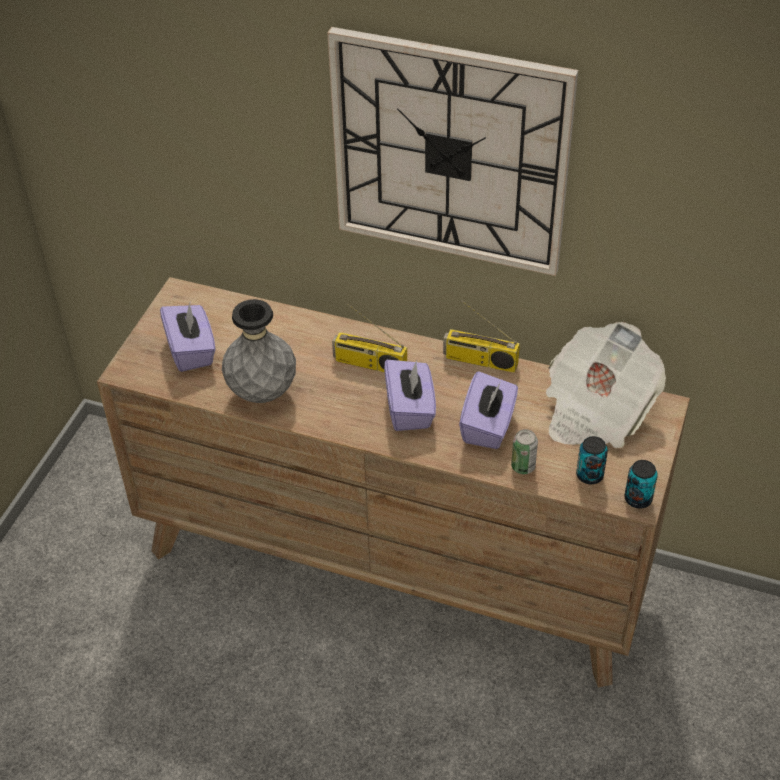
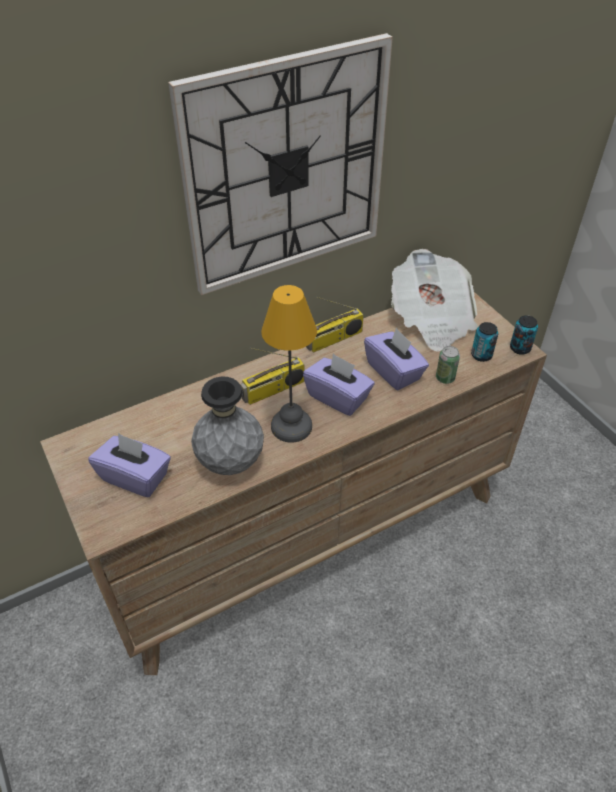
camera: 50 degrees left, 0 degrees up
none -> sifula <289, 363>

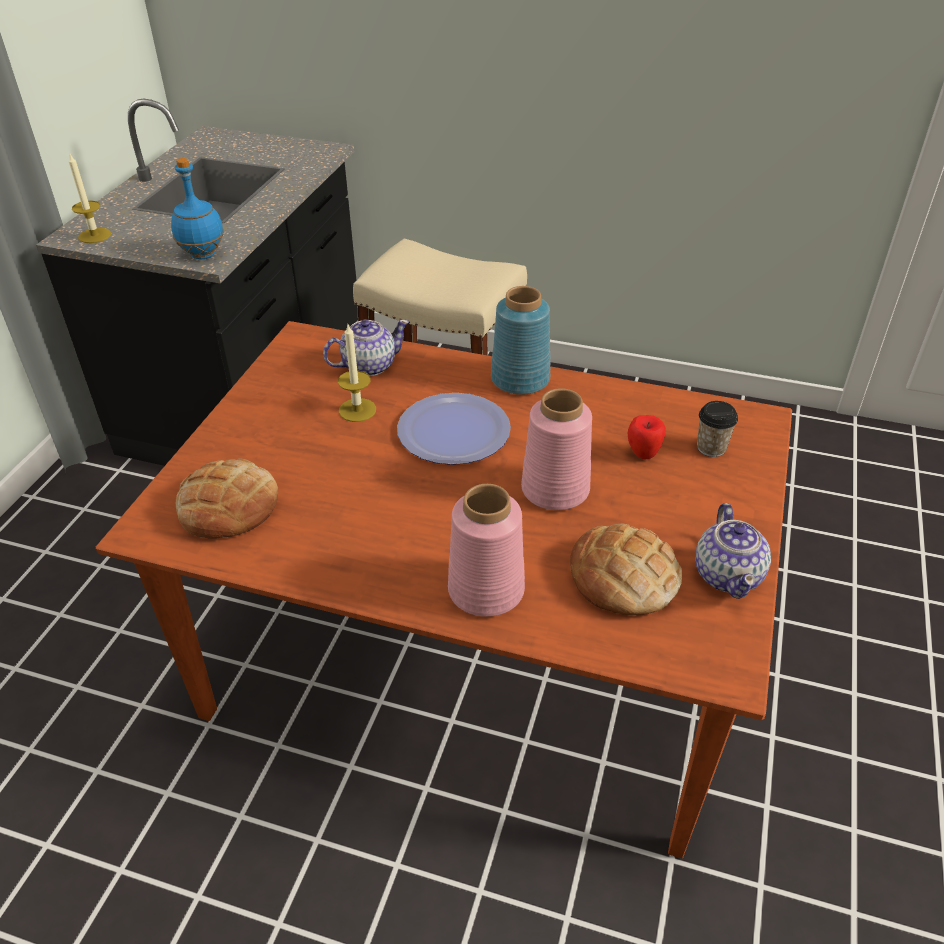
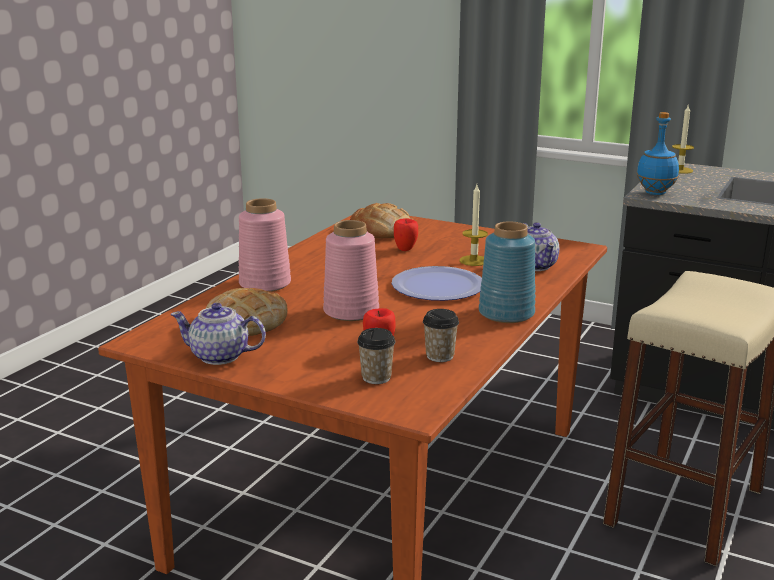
camera: 100 degrees right, 20 degrees down
none -> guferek <406, 234>
none -> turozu <441, 335>

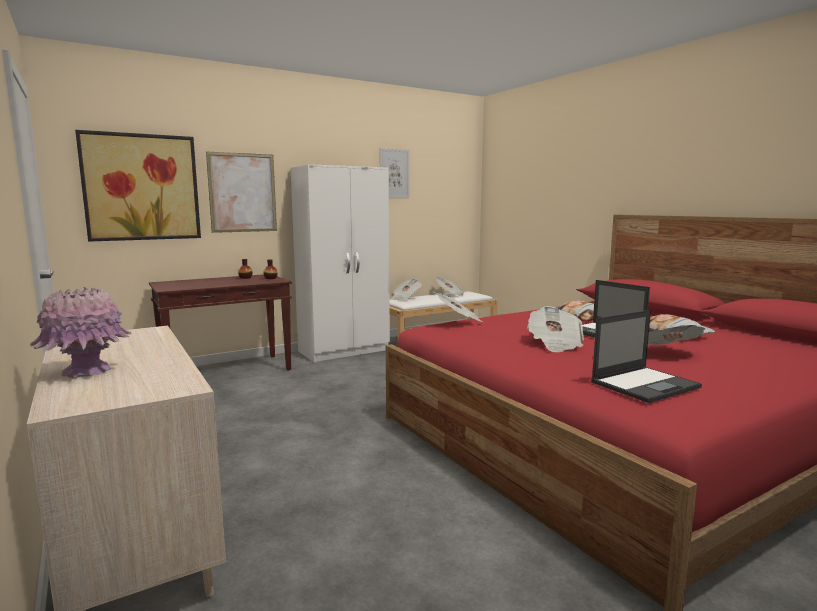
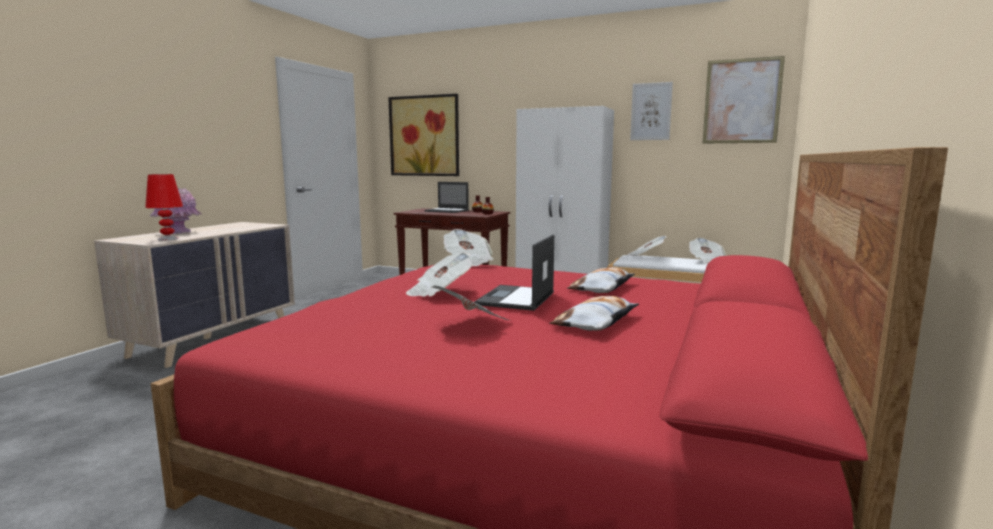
camera: 55 degrees right, 0 degrees up
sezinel <241, 192> -> sezinel <744, 99>, shifted
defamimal <646, 356> -> defamimal <447, 197>, shifted
none -> red sifula <164, 207>

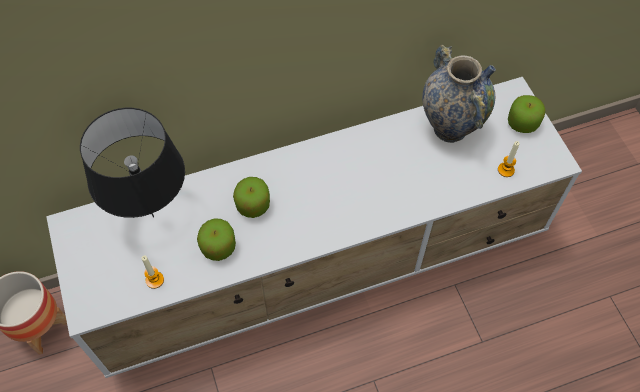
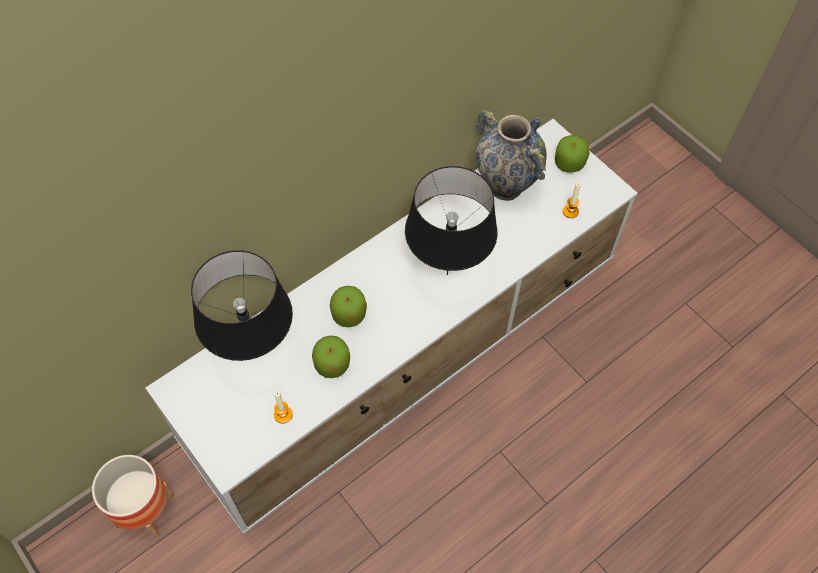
camera: 20 degrees left, 0 degrees up
none -> black sifula <451, 220>

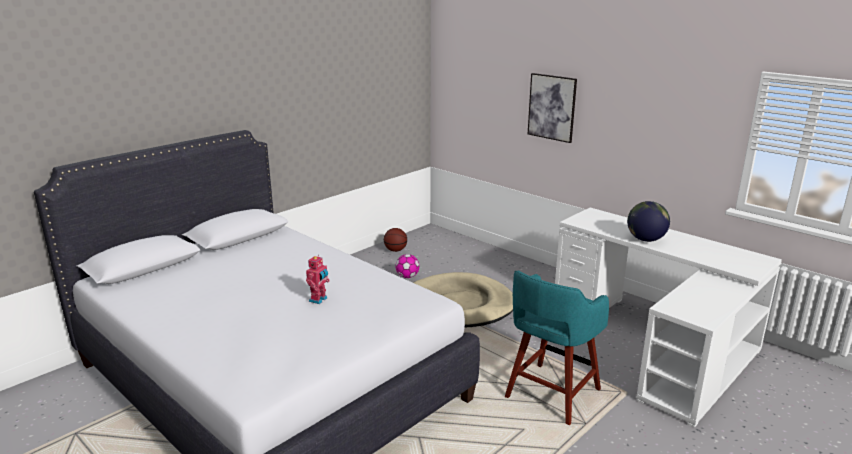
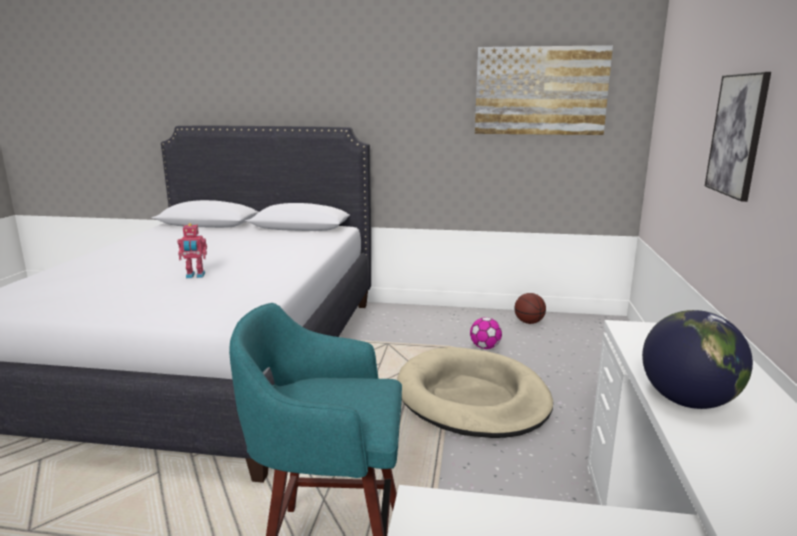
camera: 55 degrees right, 5 degrees down
none -> sezinel <544, 90>

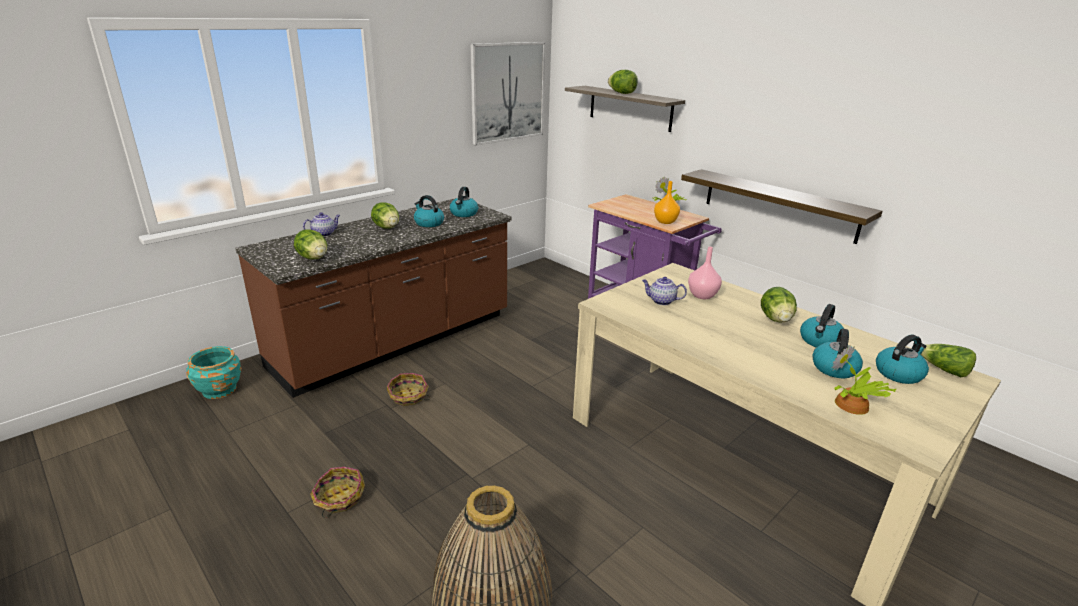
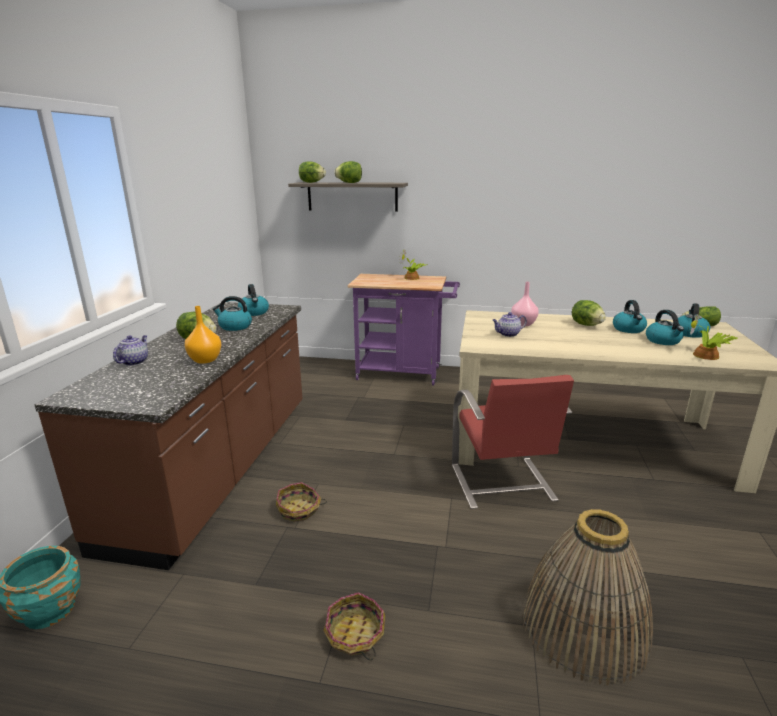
camera: 35 degrees left, 5 degrees down
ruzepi <310, 244> -> ruzepi <312, 172>, shifted
sezinel <507, 94> -> none
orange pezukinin <667, 202> -> orange pezukinin <203, 335>, shifted
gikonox <781, 206> -> none
none -> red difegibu <513, 442>

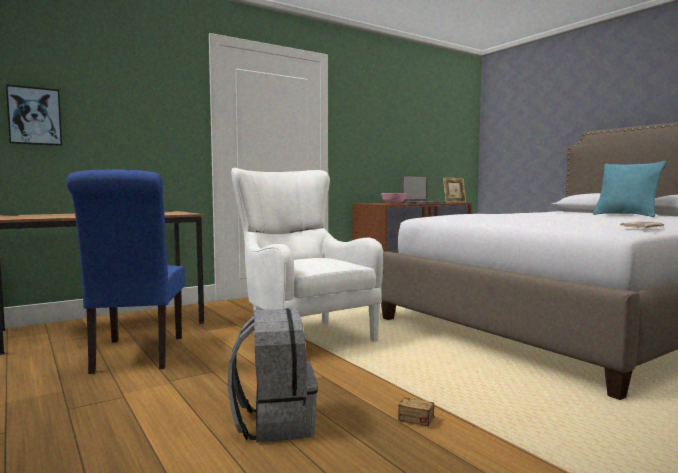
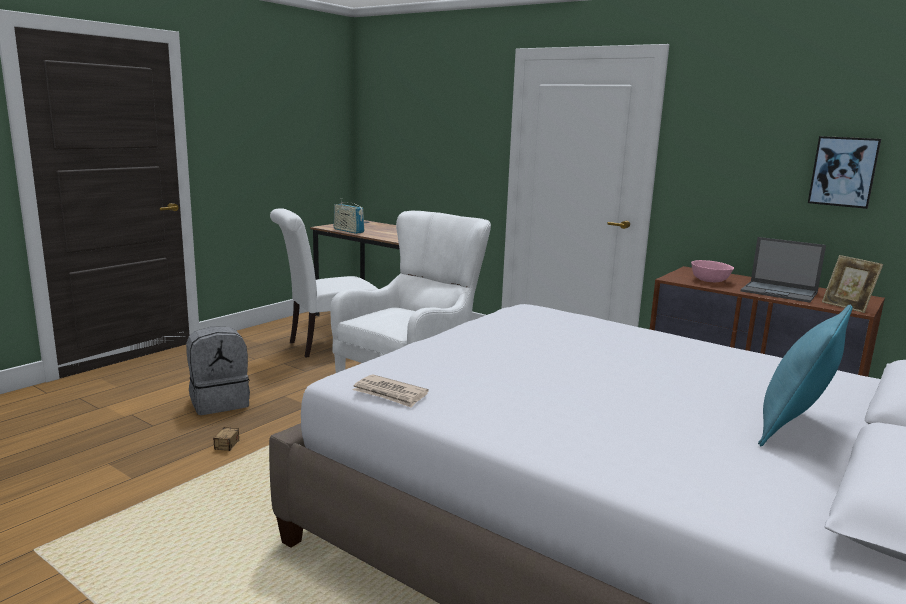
camera: 70 degrees right, 10 degrees up
sezinel <34, 115> -> sezinel <844, 172>, shifted
blue difegibu <126, 271> -> white difegibu <324, 283>
none -> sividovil <349, 216>

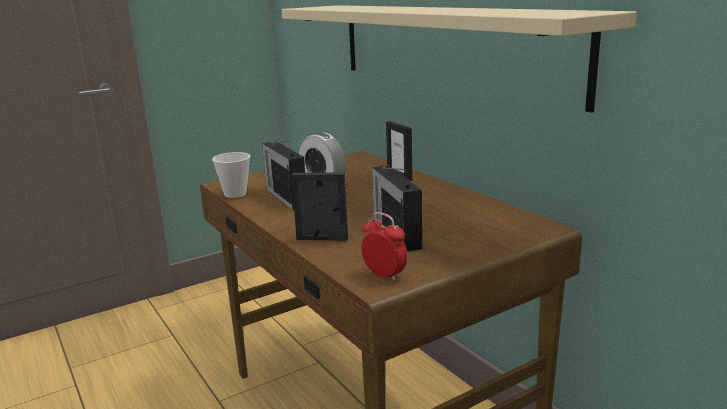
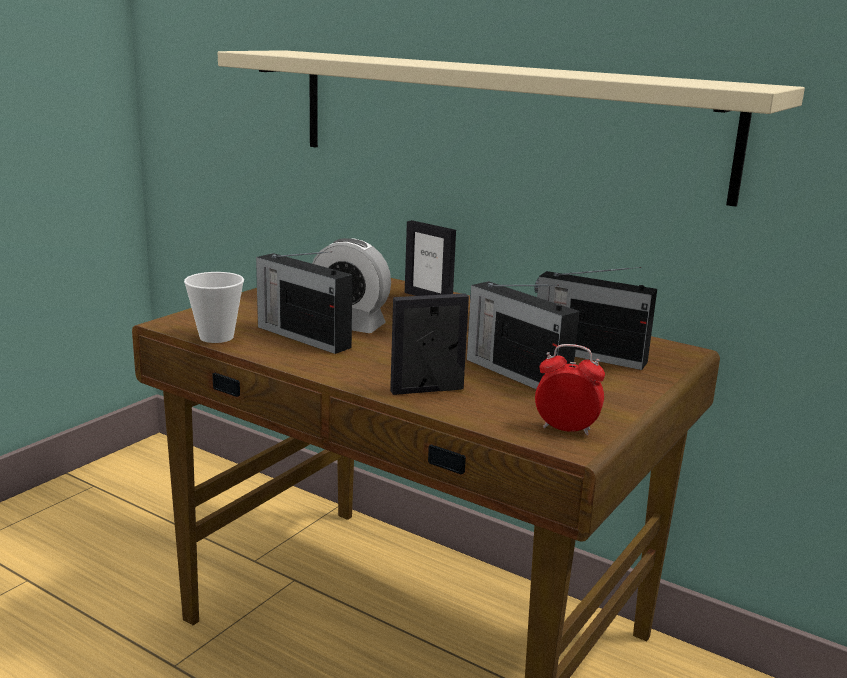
camera: 25 degrees left, 0 degrees up
none -> sividovil <595, 318>

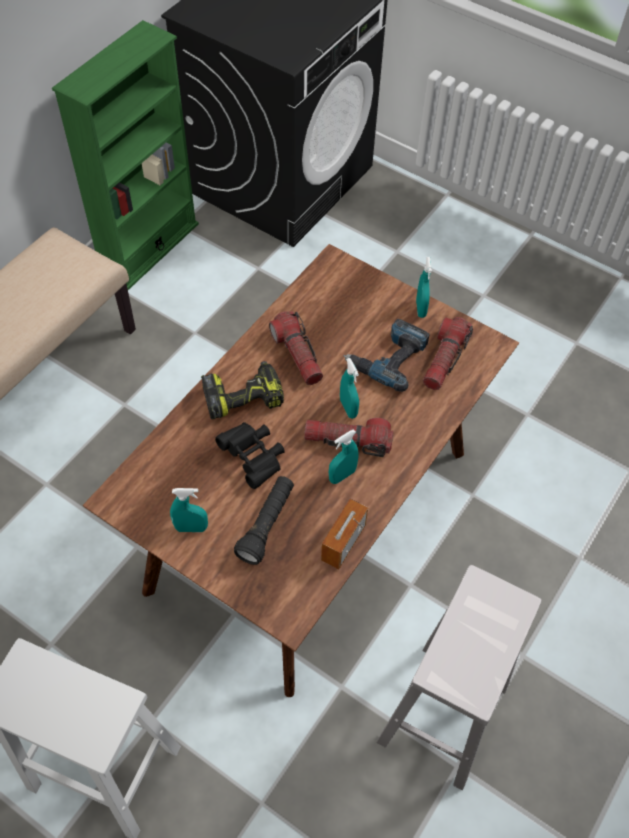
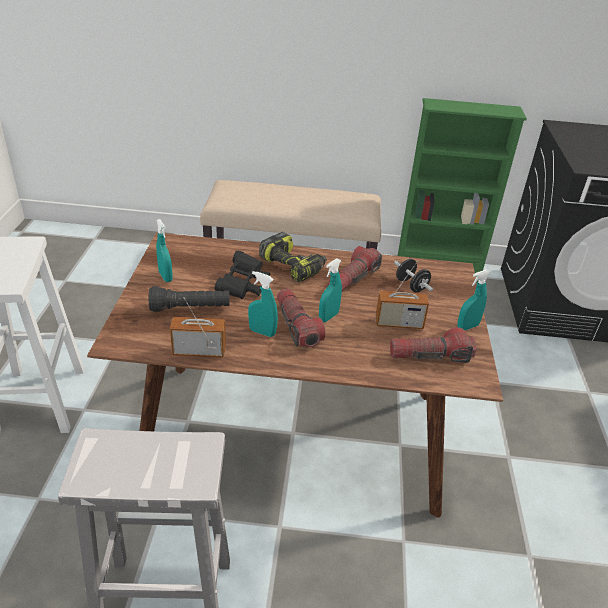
camera: 60 degrees right, 20 degrees down
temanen <387, 355> -> sividovil <402, 295>
none -> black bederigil <413, 275>

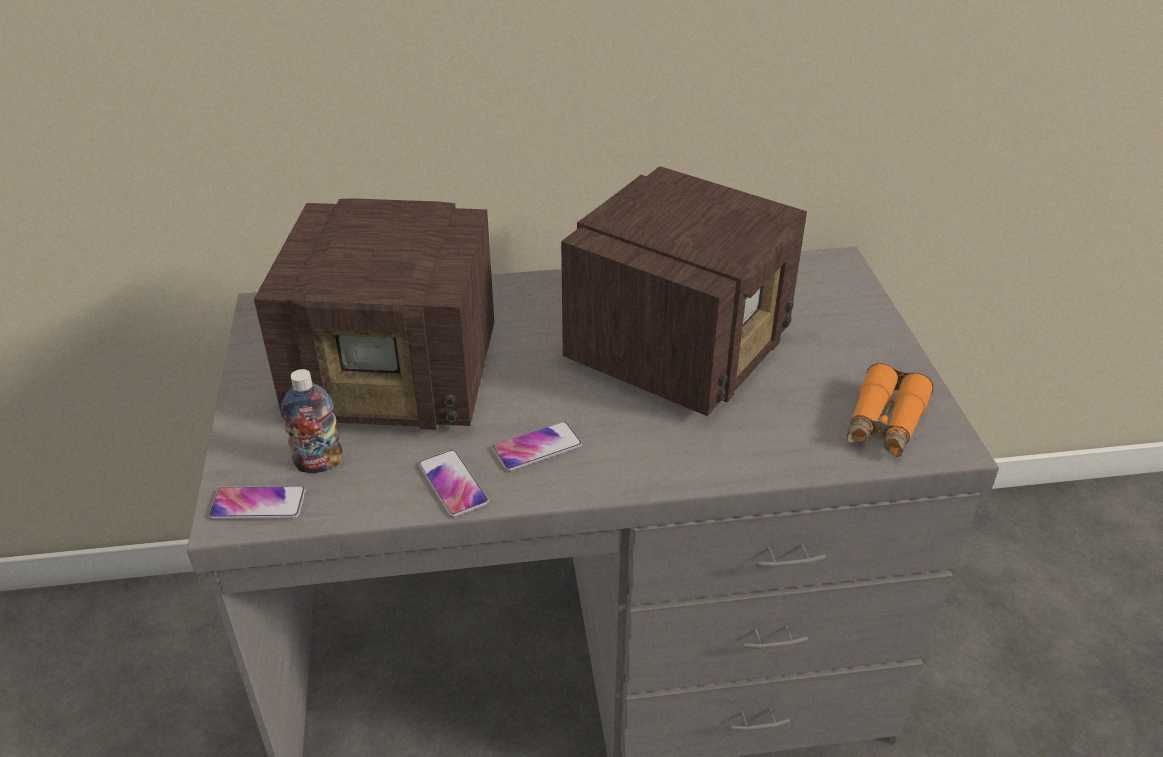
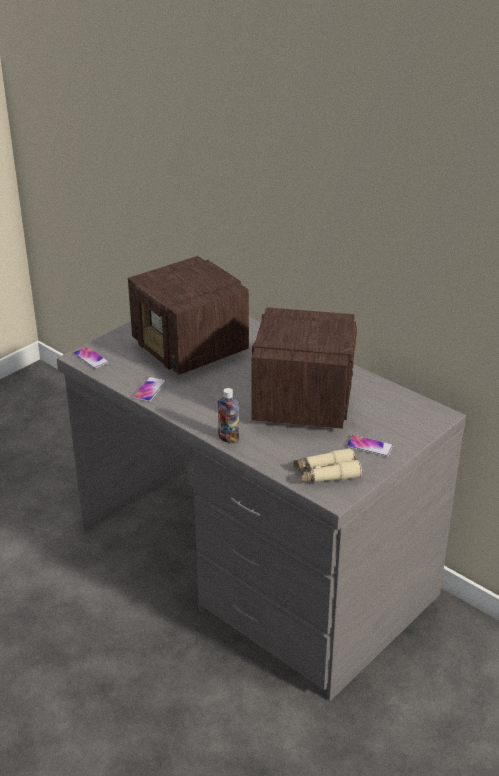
camera: 50 degrees right, 5 degrees down
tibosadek <311, 421> -> tibosadek <228, 415>, shifted
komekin <537, 446> -> komekin <369, 446>, shifted
sividovil <684, 291> -> sividovil <304, 368>, 75 degrees counterclockwise
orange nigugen <890, 410> -> beige nigugen <327, 465>

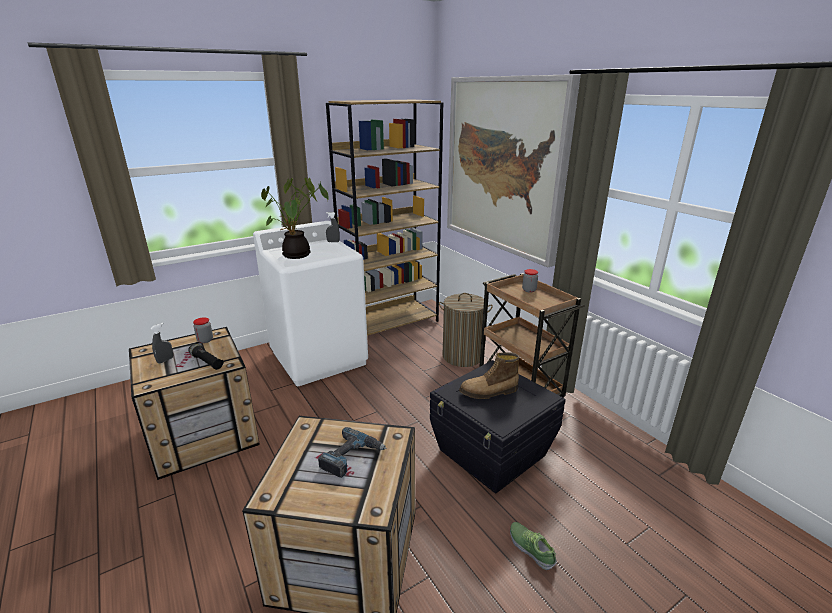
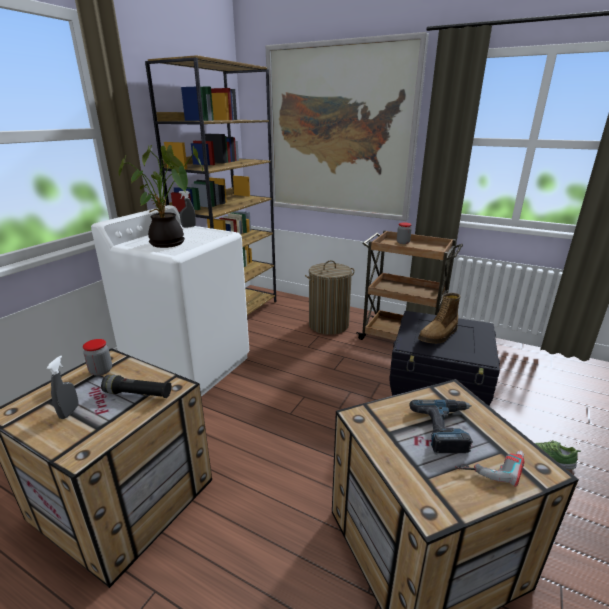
camera: 30 degrees left, 0 degrees up
none -> temanen <490, 468>

